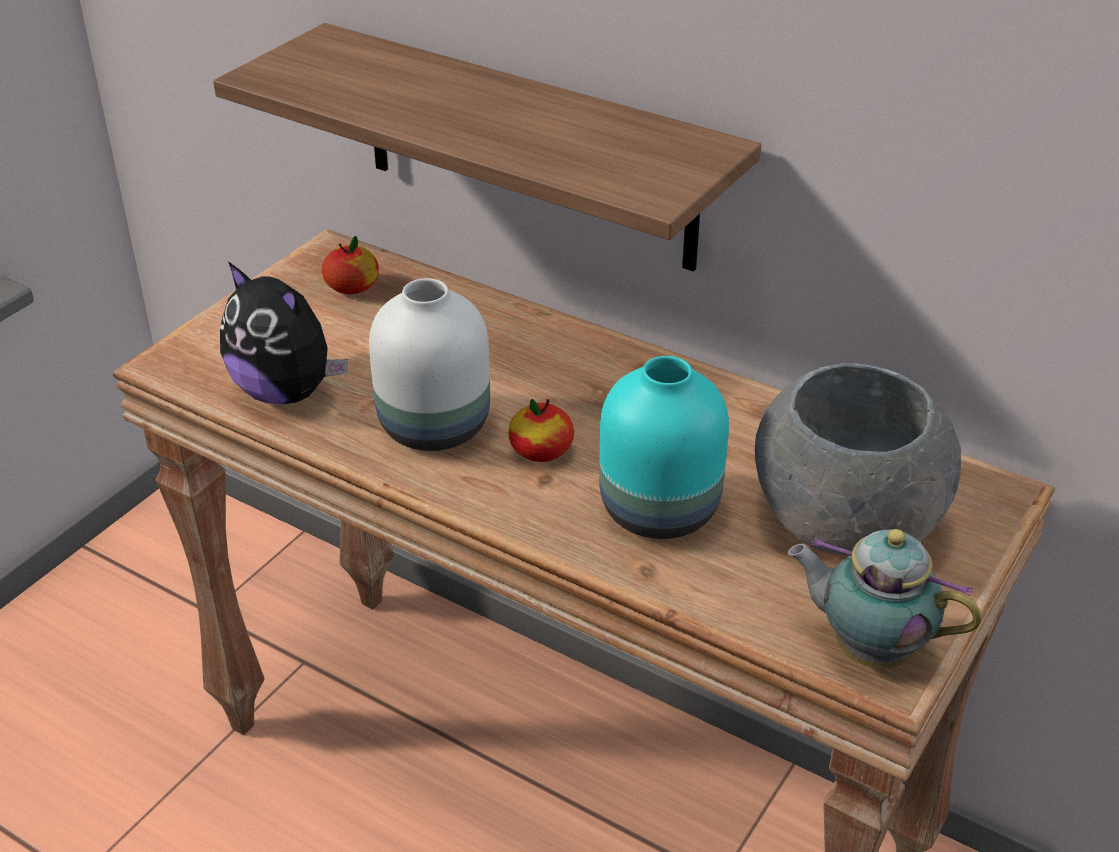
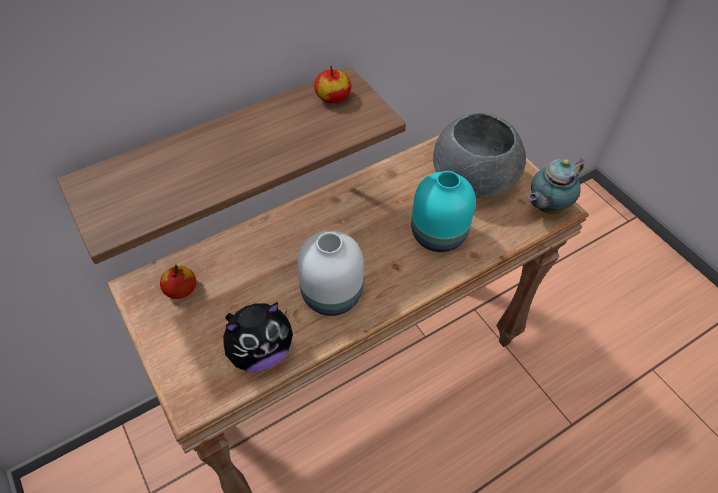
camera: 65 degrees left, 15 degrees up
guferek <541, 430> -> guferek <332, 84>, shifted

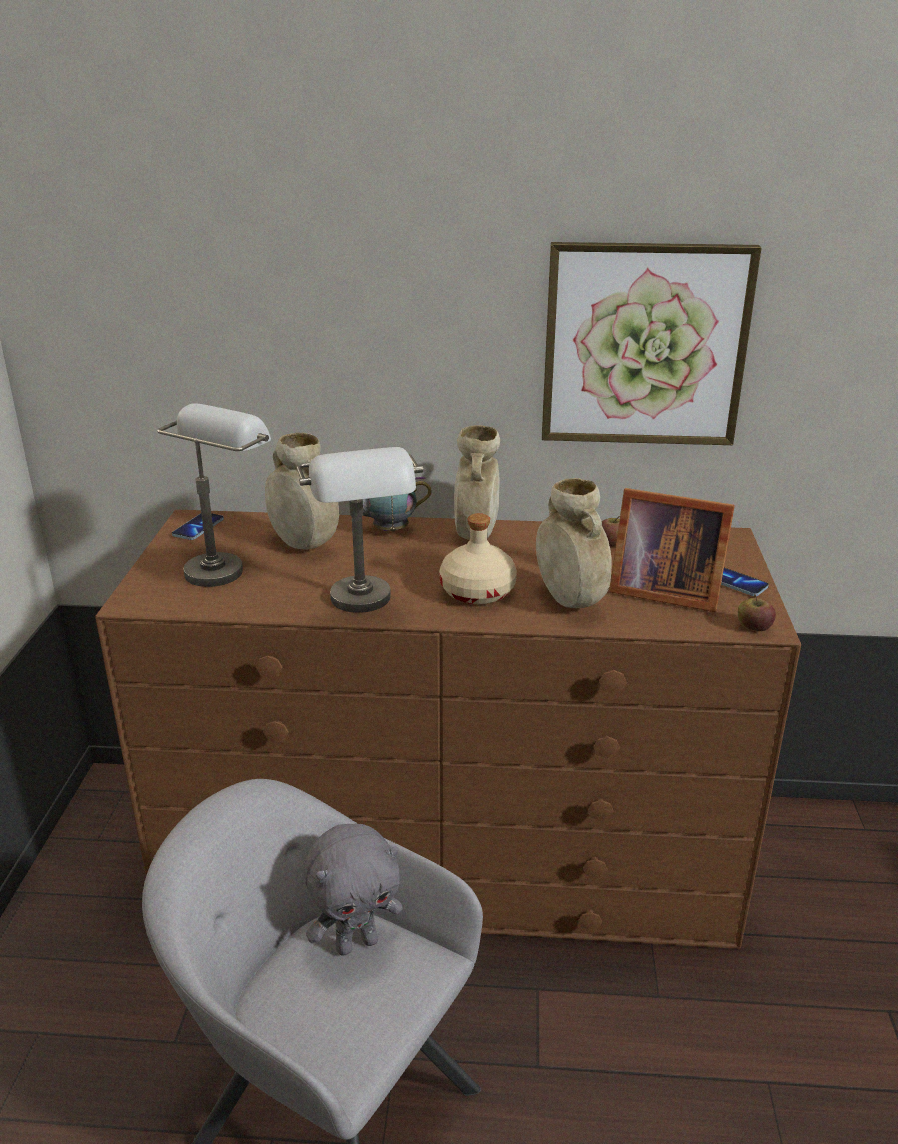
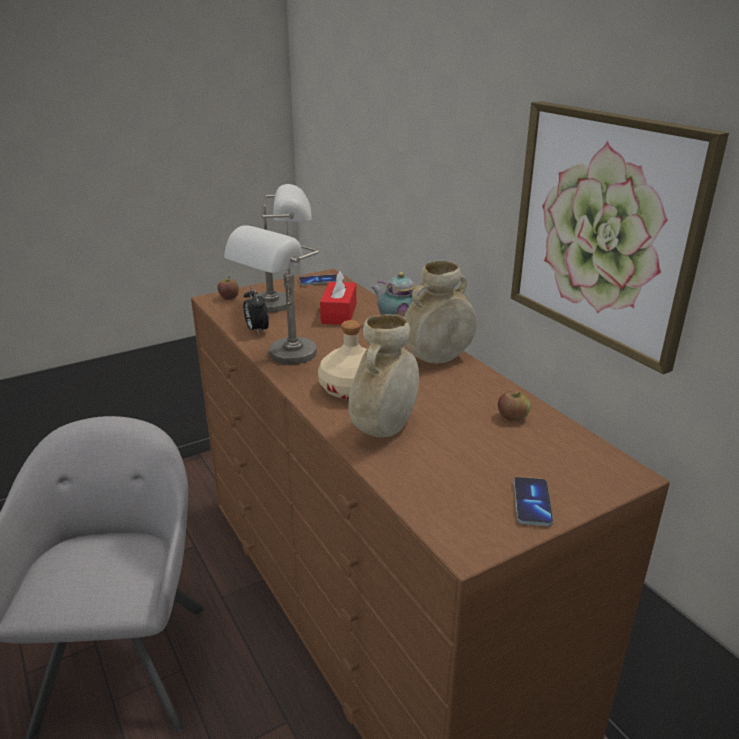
camera: 55 degrees right, 0 degrees up
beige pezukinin <302, 491> -> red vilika <338, 297>
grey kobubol <353, 889> -> none
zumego <672, 550> -> none
guferek <757, 613> -> guferek <228, 288>, shifted
none -> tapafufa <256, 310>

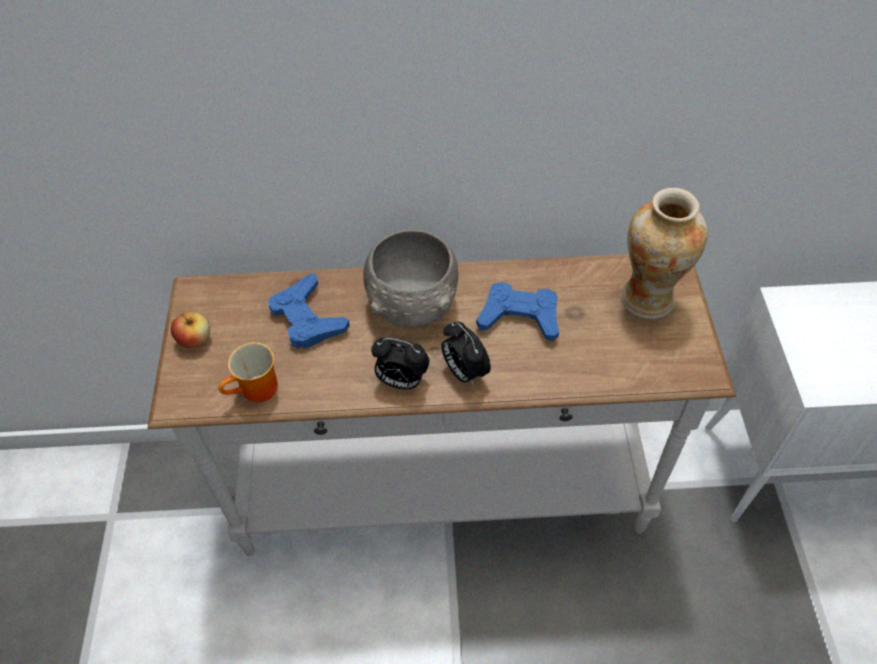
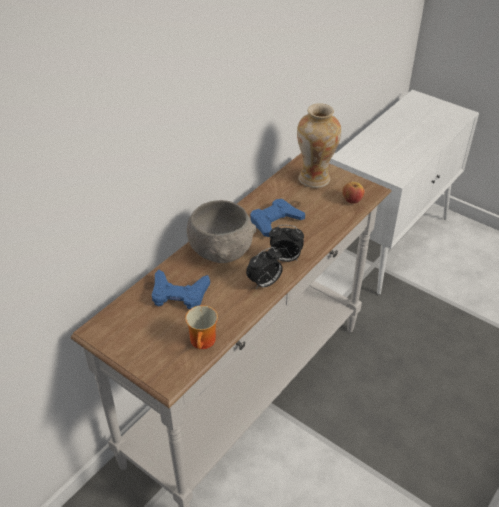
camera: 50 degrees left, 10 degrees down
guferek <190, 330> -> guferek <353, 193>, shifted

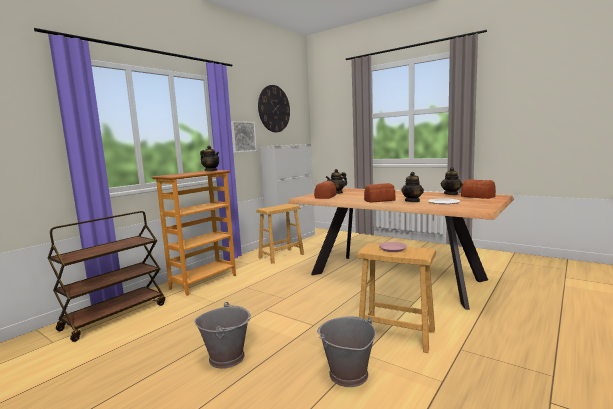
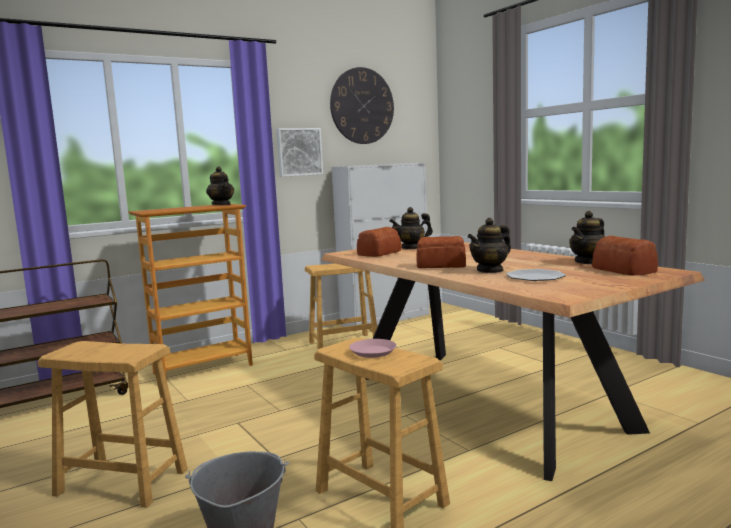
camera: 20 degrees right, 0 degrees up
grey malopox <222, 335> -> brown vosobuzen <113, 424>

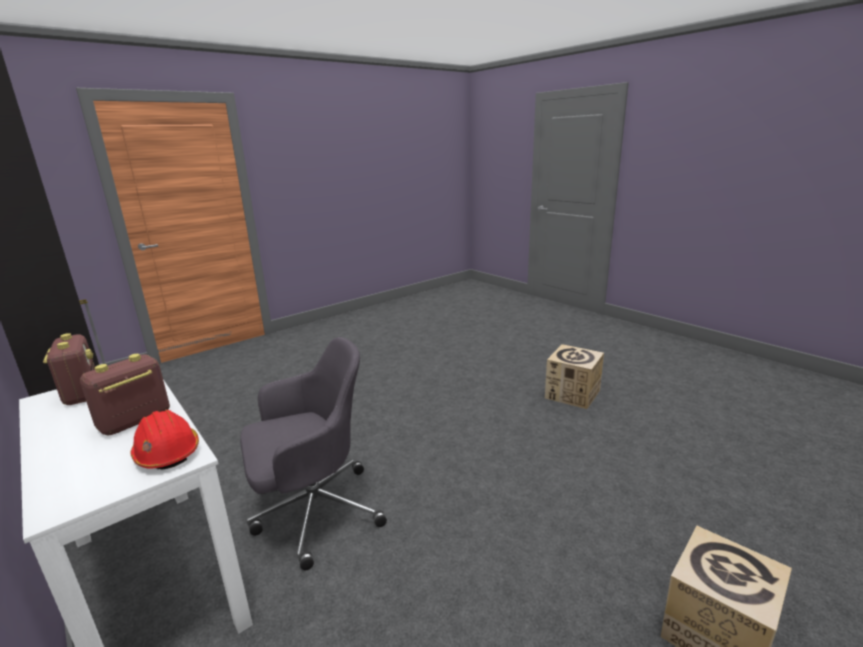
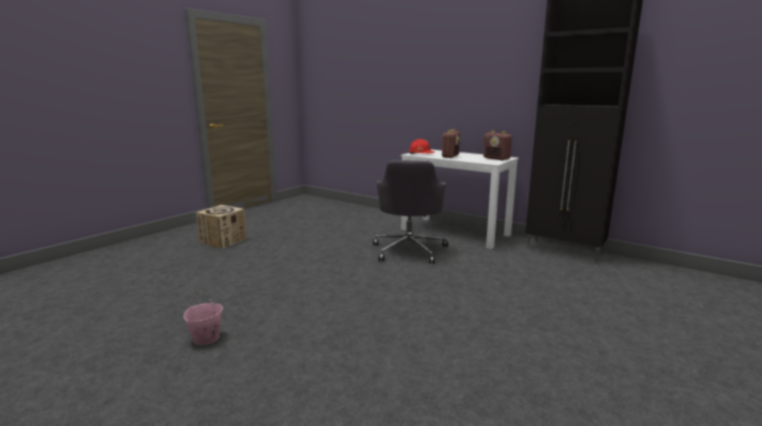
camera: 165 degrees right, 5 degrees down
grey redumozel <313, 453> -> grey redumozel <410, 212>, 45 degrees counterclockwise
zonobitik <574, 376> -> pink malopox <203, 318>

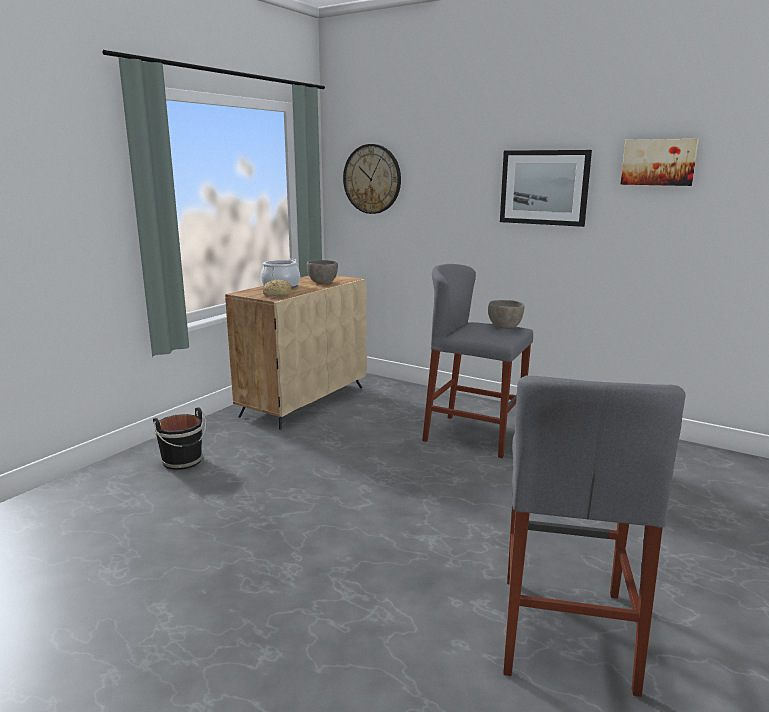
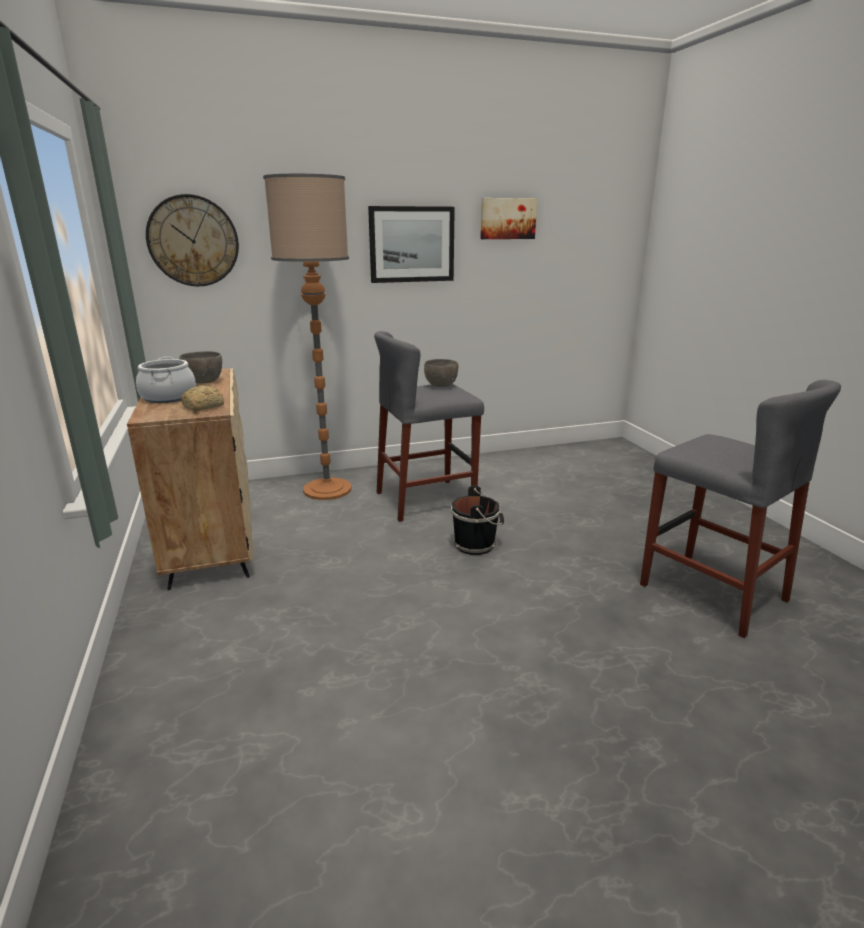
camera: 50 degrees left, 5 degrees up
black malopox <179, 438> -> black malopox <477, 520>, shifted
none -> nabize <307, 337>

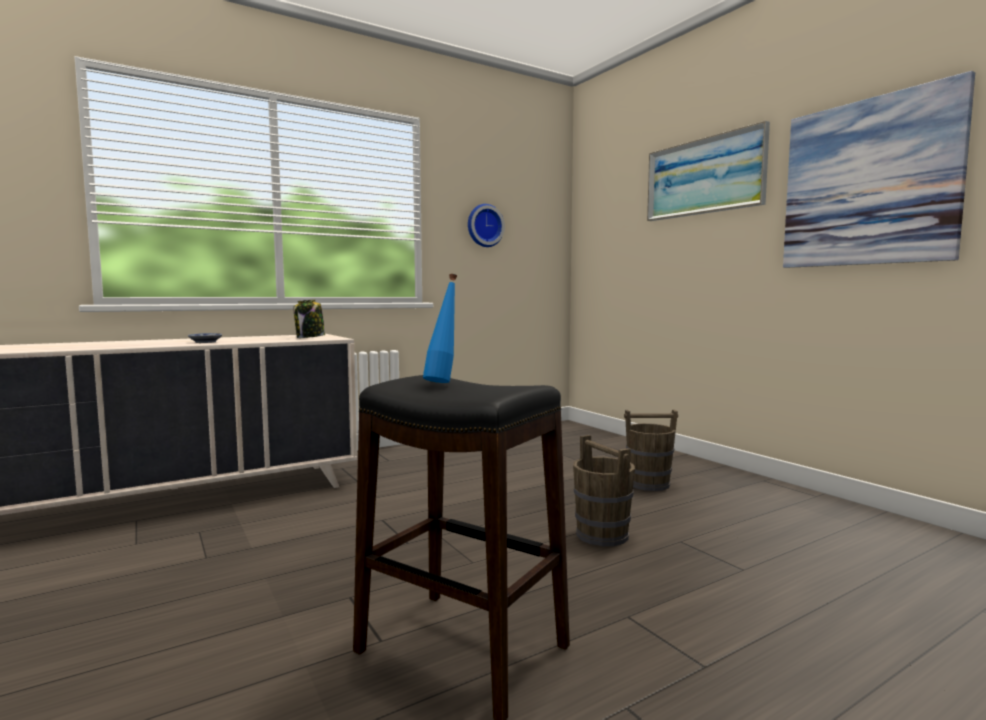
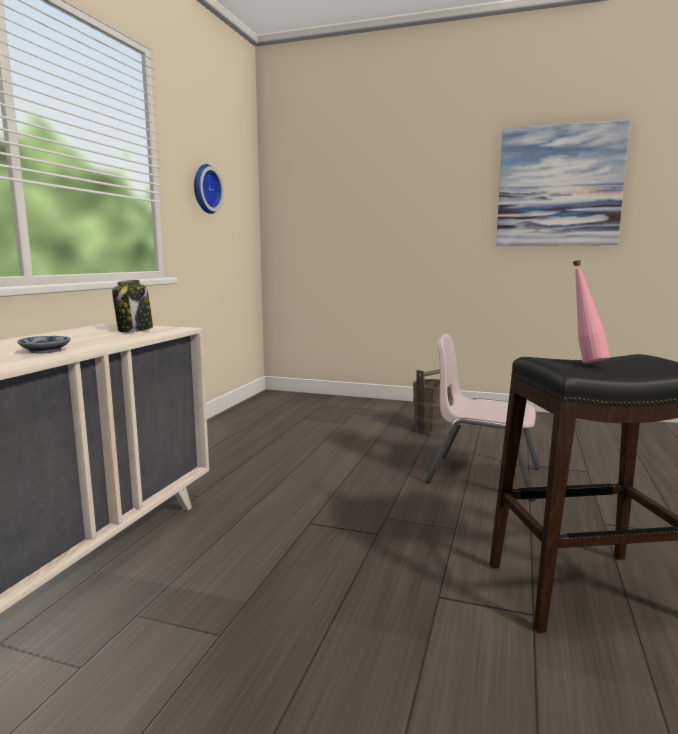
camera: 40 degrees left, 5 degrees up
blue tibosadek <440, 328> -> pink tibosadek <591, 311>
brown malopox <604, 490> -> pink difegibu <482, 417>
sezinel <708, 171> -> none

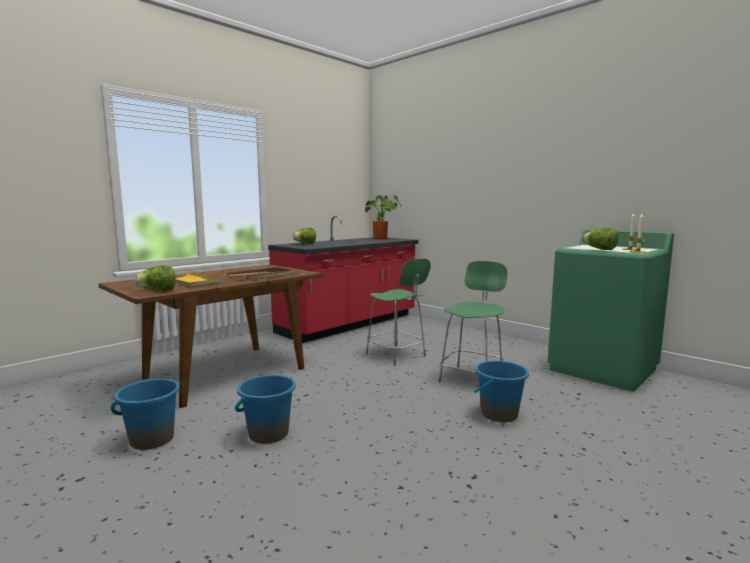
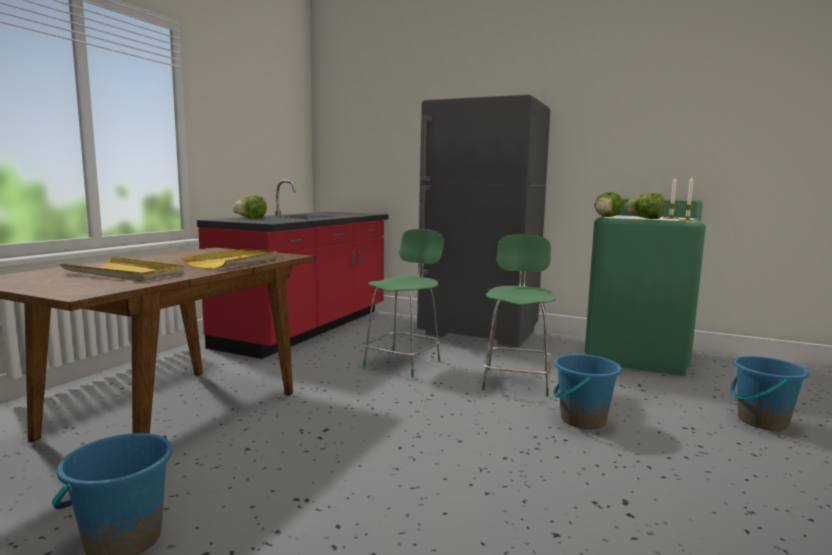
camera: 20 degrees left, 0 degrees up
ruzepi <155, 278> -> ruzepi <608, 204>, shifted
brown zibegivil <260, 274> -> yellow zibegivil <229, 259>
blue malopox <265, 409> -> blue malopox <769, 393>, shifted
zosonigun <383, 217> -> none
green difegibu <398, 312> -> green difegibu <403, 303>, 90 degrees counterclockwise
none -> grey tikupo <483, 220>

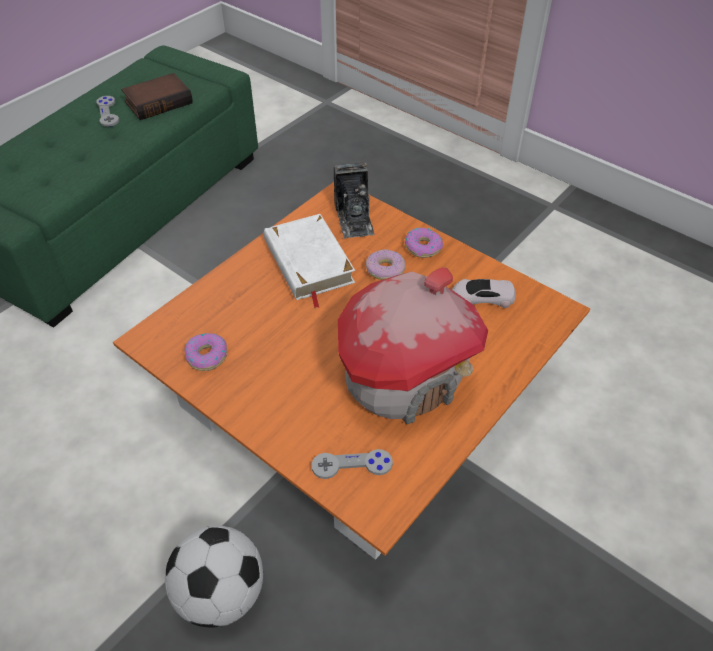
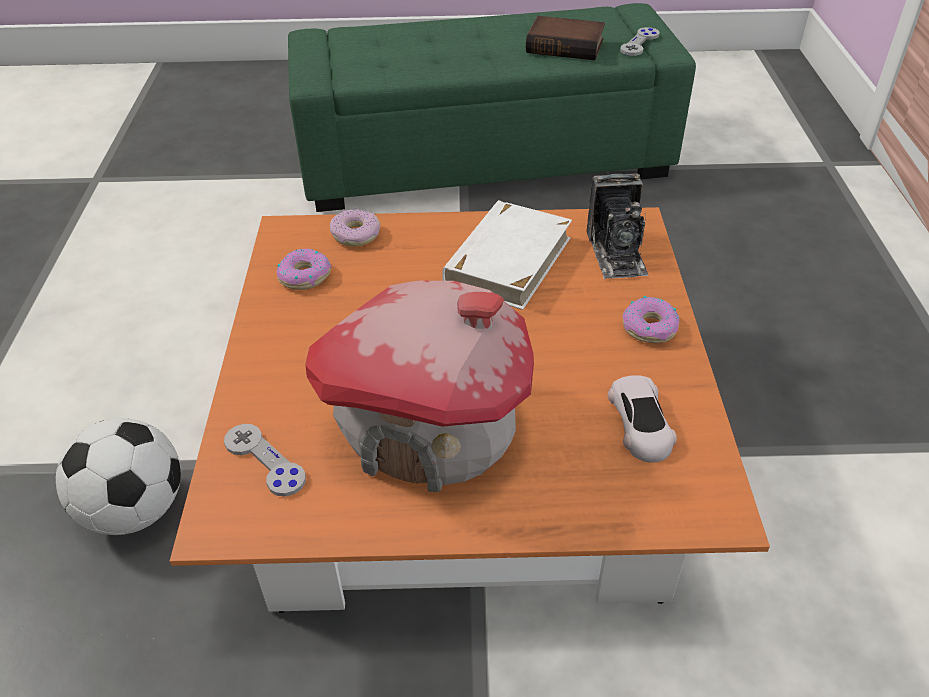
camera: 50 degrees right, 5 degrees down
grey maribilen <107, 111> -> grey maribilen <640, 41>, shifted
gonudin <354, 201> -> gonudin <618, 226>, 45 degrees counterclockwise
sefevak <386, 264> -> sefevak <355, 228>, shifted
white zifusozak <484, 293> -> white zifusozak <642, 419>, 150 degrees counterclockwise

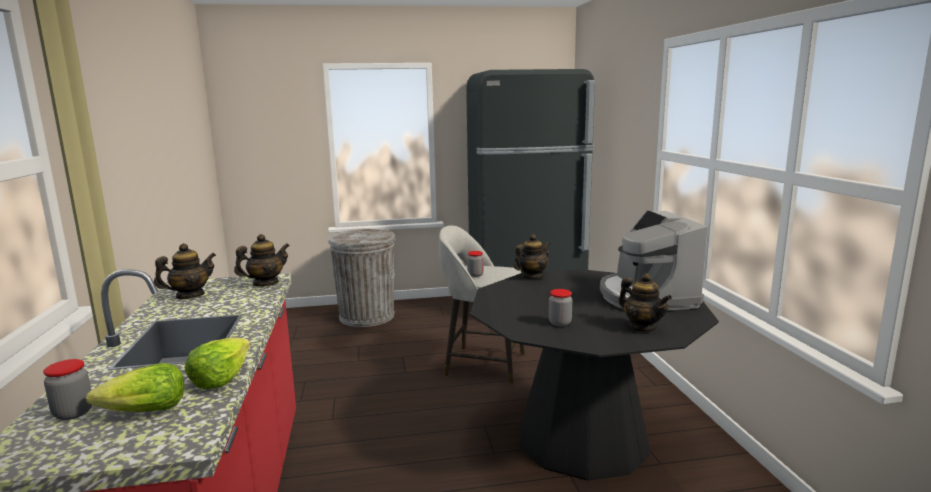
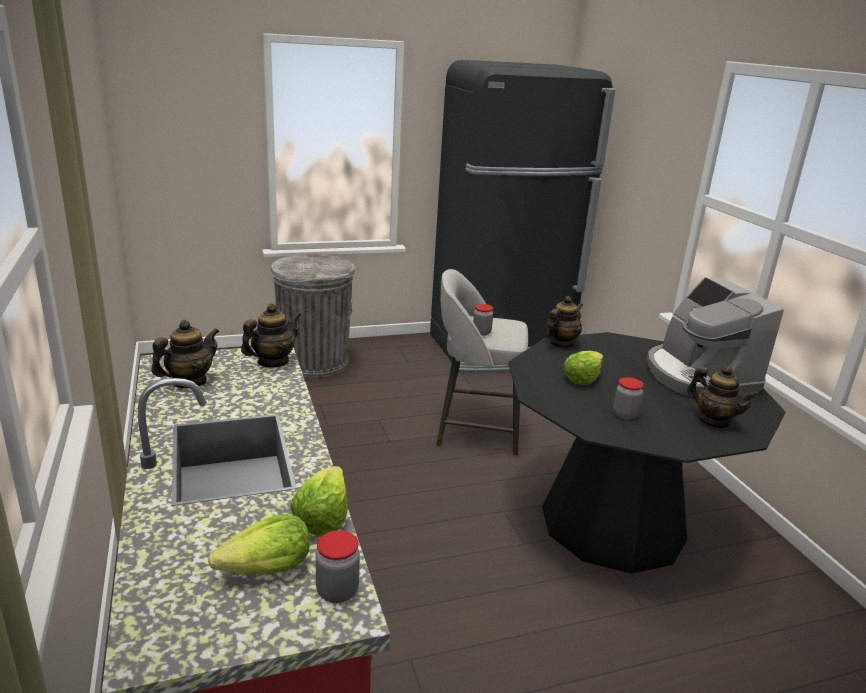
camera: 10 degrees left, 10 degrees up
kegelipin <67, 389> -> kegelipin <338, 566>, shifted
none -> ruzepi <583, 368>

